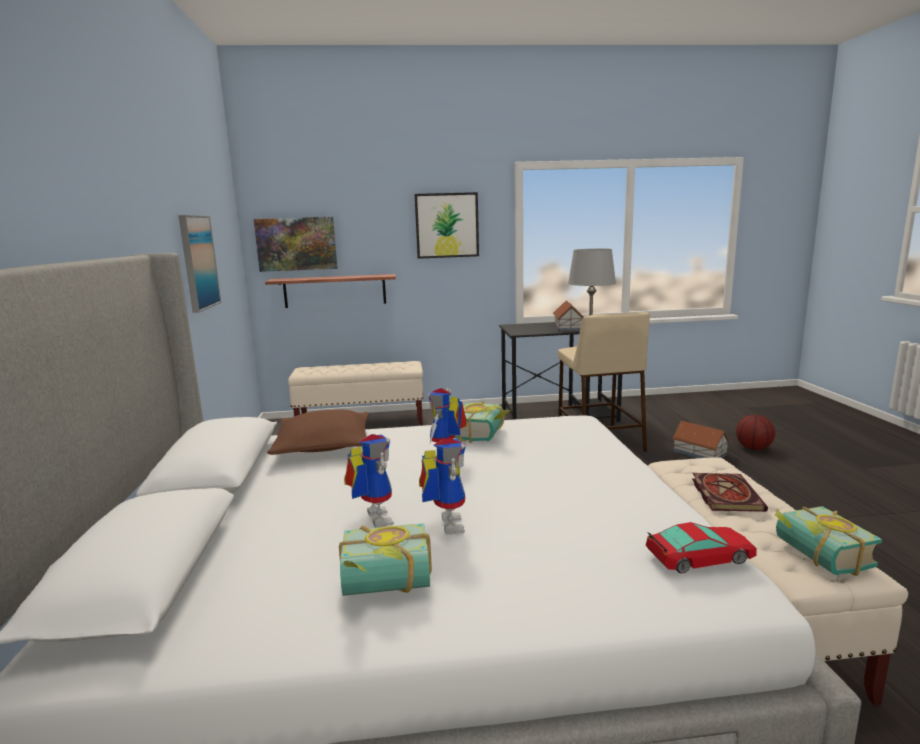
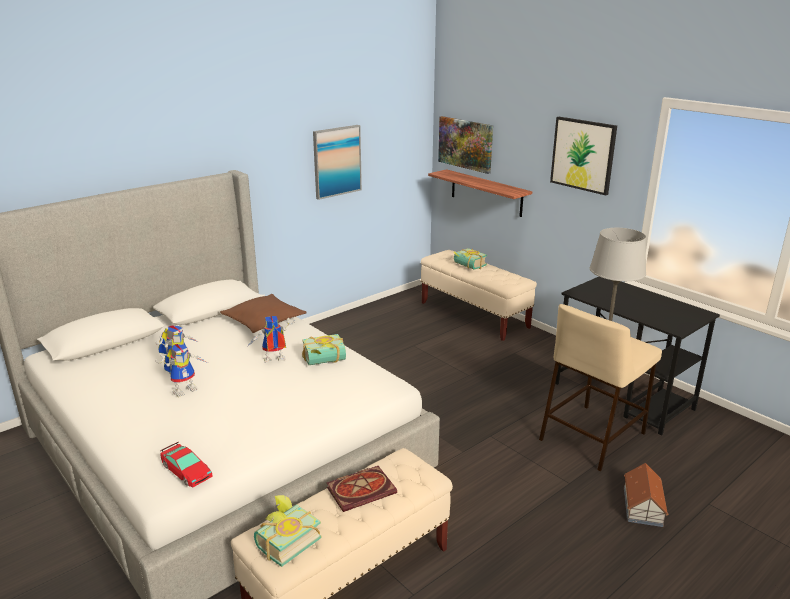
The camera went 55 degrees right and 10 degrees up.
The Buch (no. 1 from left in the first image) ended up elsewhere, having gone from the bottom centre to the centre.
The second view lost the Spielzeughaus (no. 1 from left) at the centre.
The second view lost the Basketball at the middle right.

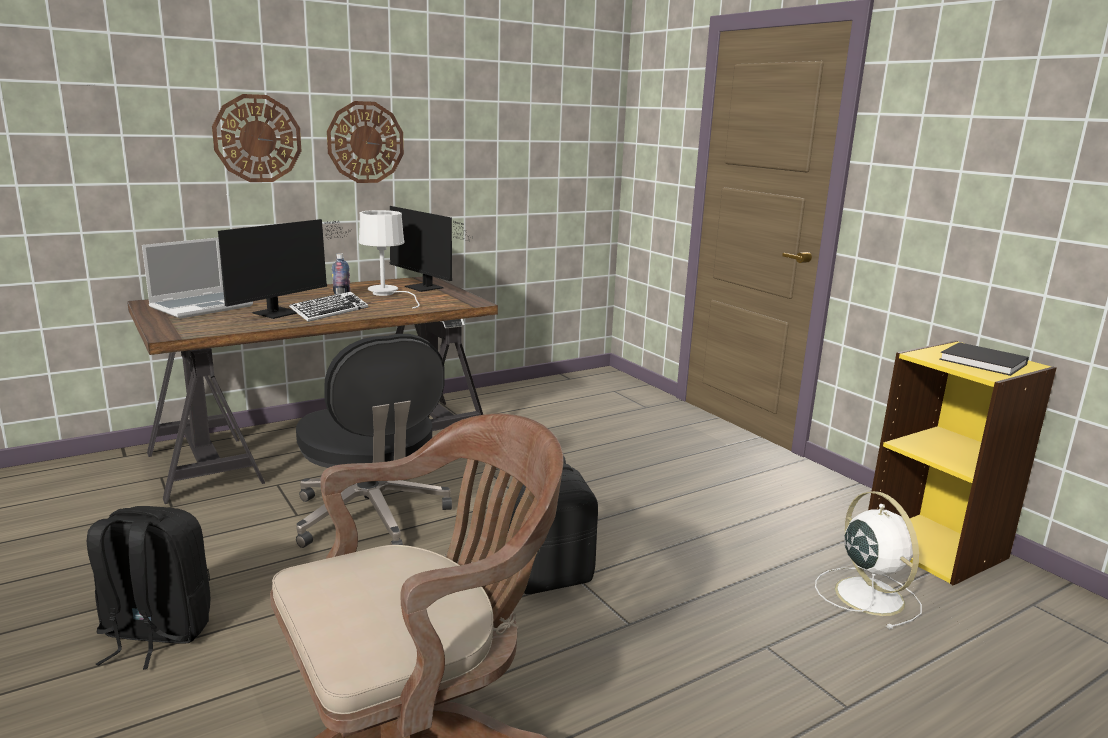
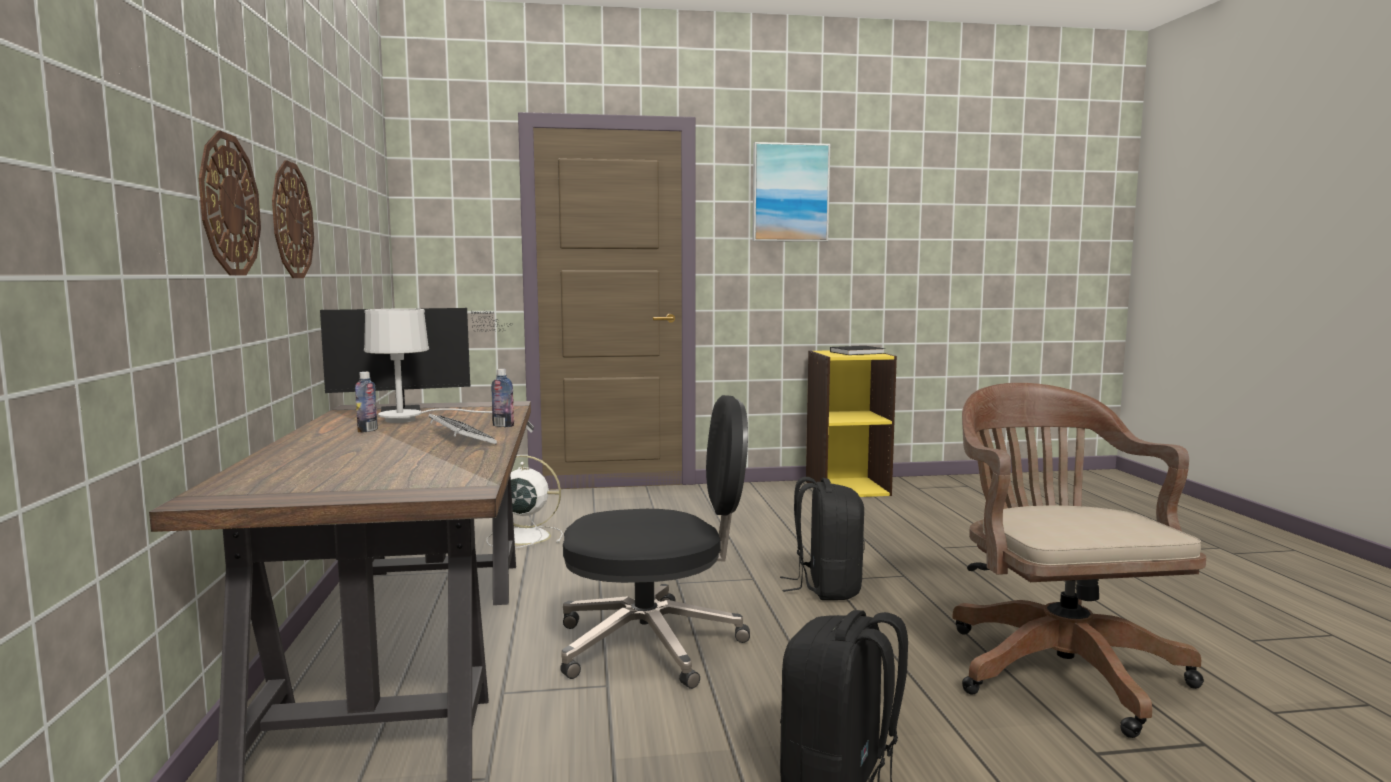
The camera went 65 degrees left and 10 degrees down.
The second view lost the Laptop at the middle left.
The second view lost the Monitor (no. 1 from left) at the middle left.
The Ventilator [weiß] ended up elsewhere, having gone from the bottom right to the centre.
The second view gained the Flasche (no. 2 from left) at the centre.
The second view gained the Bild at the top centre.

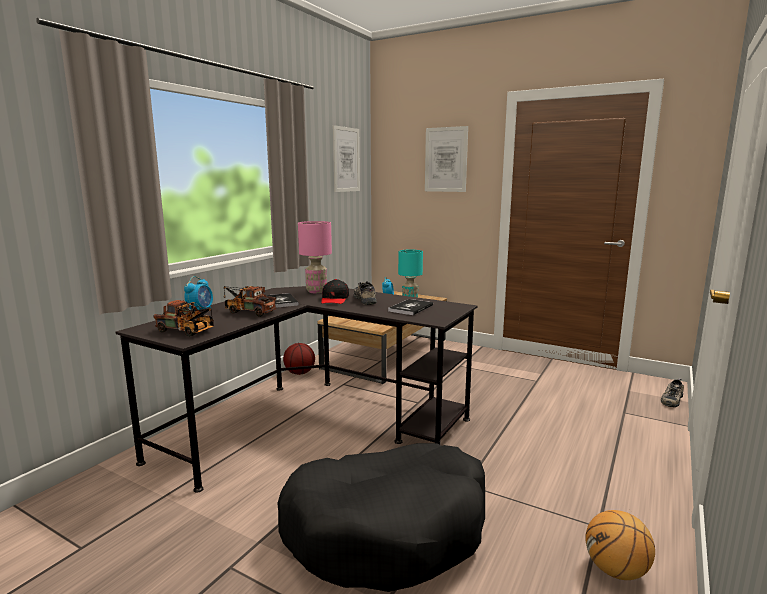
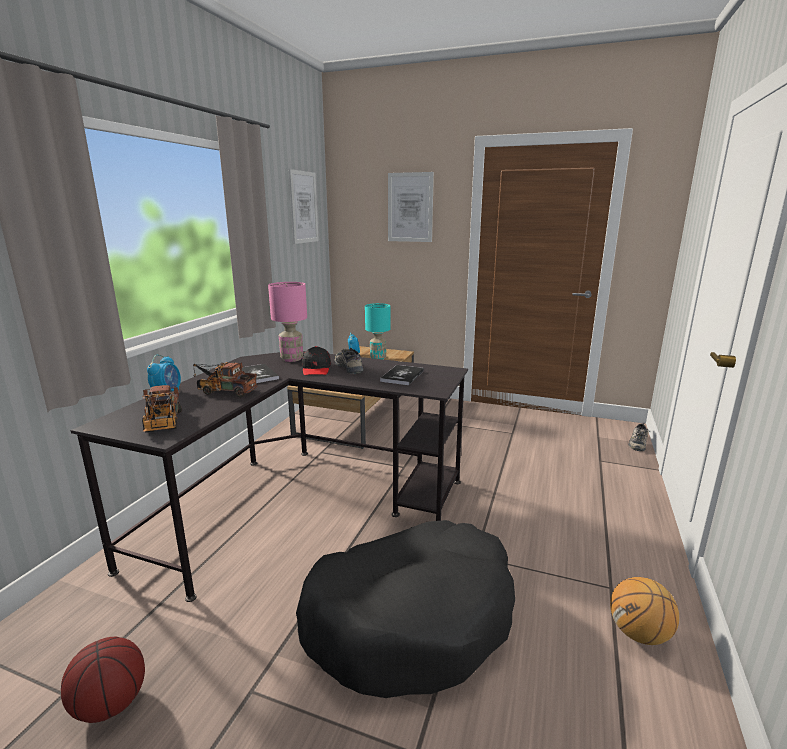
The camera went 10 degrees left and 5 degrees up.
The Spielzeuglaster (no. 1 from left) at the middle left ended up facing another way, 60 degrees clockwise from before.
The Basketball (no. 1 from left) ended up elsewhere, having gone from the centre to the bottom left.

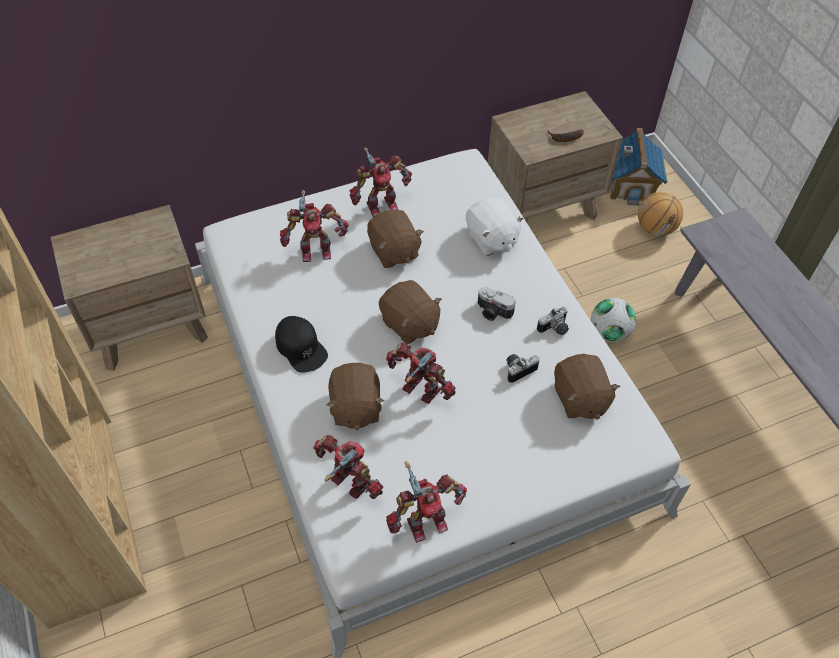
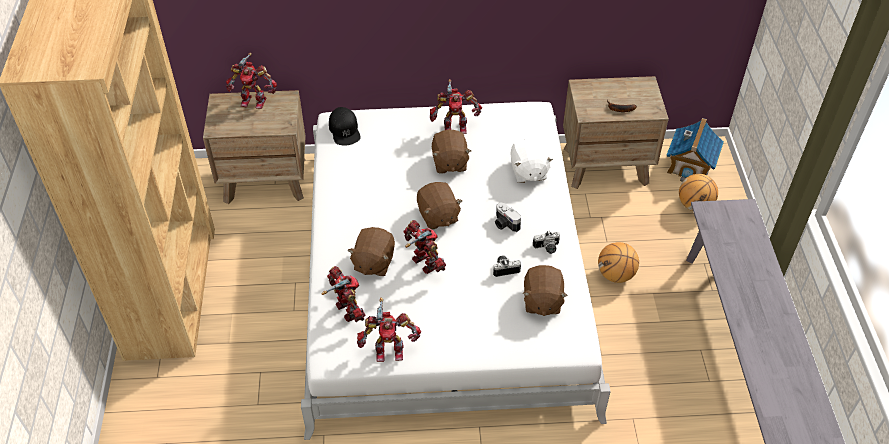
The camera went 20 degrees right and 5 degrees down.
The Kappe [schwarz] ended up elsewhere, having gone from the centre to the top centre.
The Spielzeugroboter (no. 1 from left) ended up elsewhere, having gone from the centre to the top left.
Where the Fußball stood at the middle right, the Basketball (no. 1 from left) came to stand at the middle right.

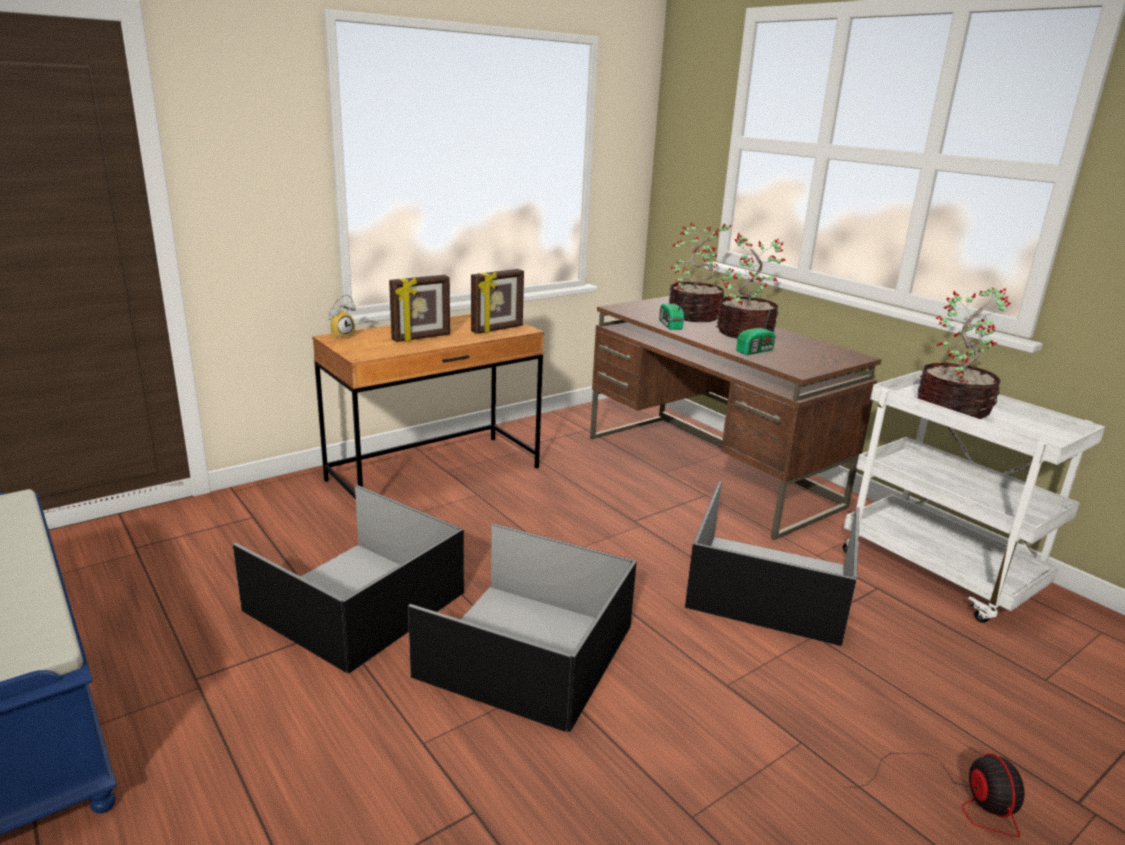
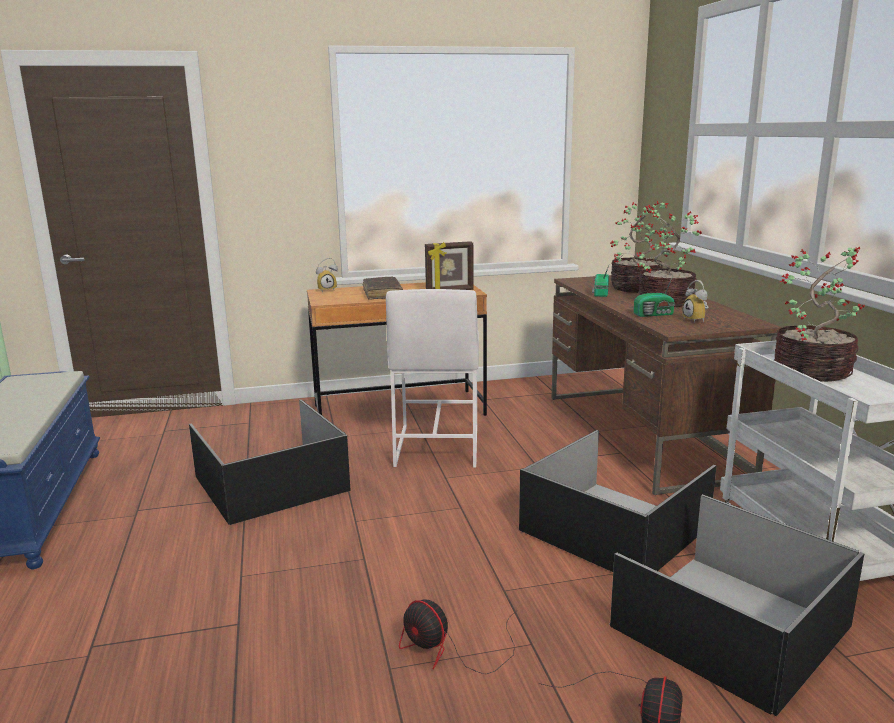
The camera went 25 degrees right and 5 degrees down.
Where the Bilderrahmen (no. 1 from left) stood at the centre, the Buch [braun] came to stand at the centre.
The Aufbewahrungsbox [schwarz] (no. 2 from left in the first image) ended up elsewhere, having gone from the bottom centre to the bottom right.
The second view gained the Hocker [weiß] at the centre.
The second view gained the Ventilator (no. 1 from left) at the bottom centre.
The second view gained the Wecker (no. 2 from left) at the middle right.

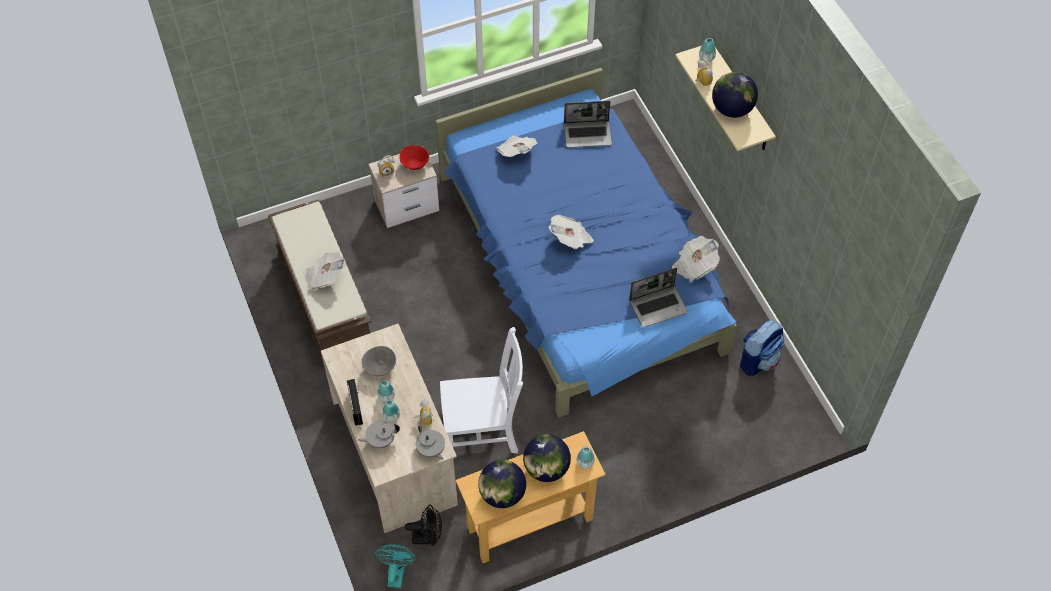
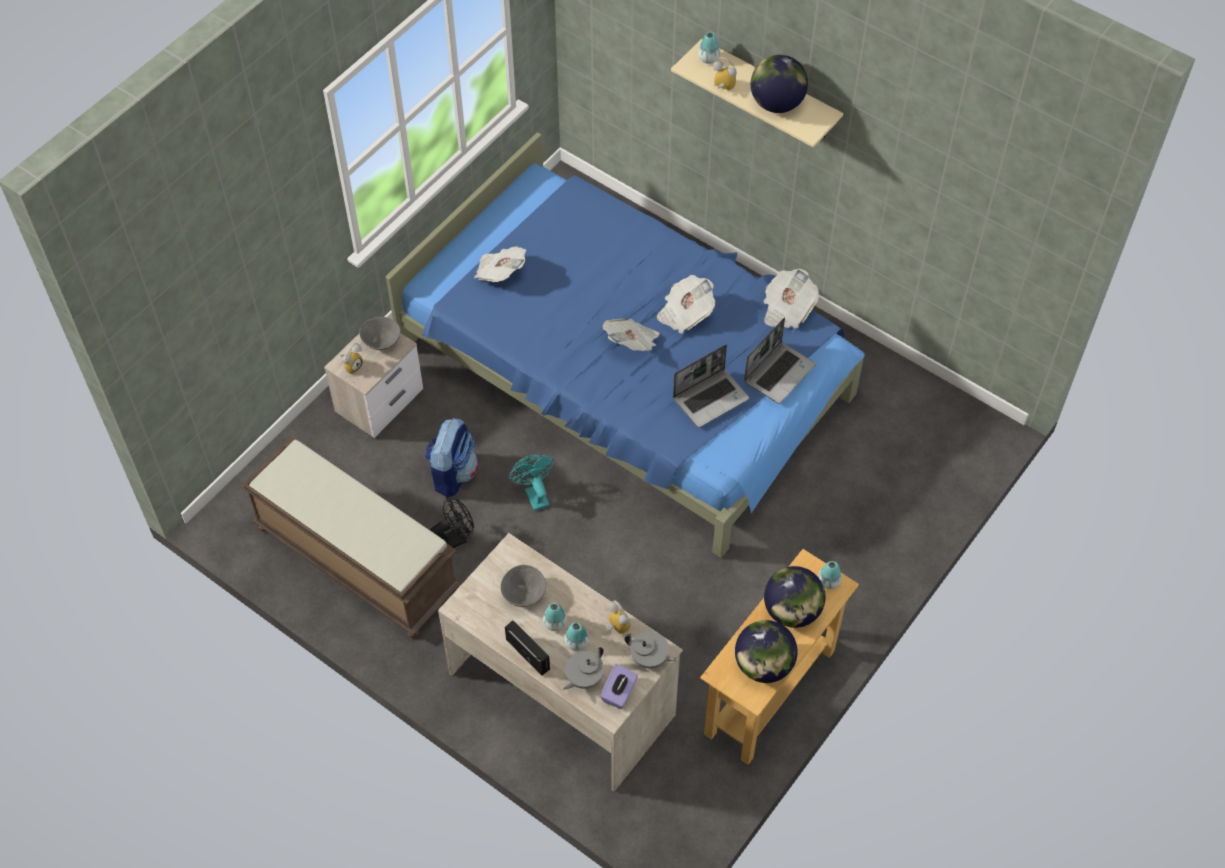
The camera went 30 degrees left and 0 degrees up.
The Zeitung (no. 1 from left in the first image) ended up elsewhere, having gone from the middle left to the centre.
The Ventilator [türkis] ended up elsewhere, having gone from the bottom centre to the centre.
What was the Schüssel [rot] at the top centre turned into the Schüssel [grau] (no. 1 from left) at the middle left.
The Ventilator [schwarz] ended up elsewhere, having gone from the bottom centre to the centre.
The second view lost the Stuhl [weiß] at the centre.
The Laptop (no. 1 from left) ended up elsewhere, having gone from the top centre to the centre.
The Rucksack ended up elsewhere, having gone from the middle right to the centre.
The second view gained the Taschentuchbox [lila] at the bottom centre.

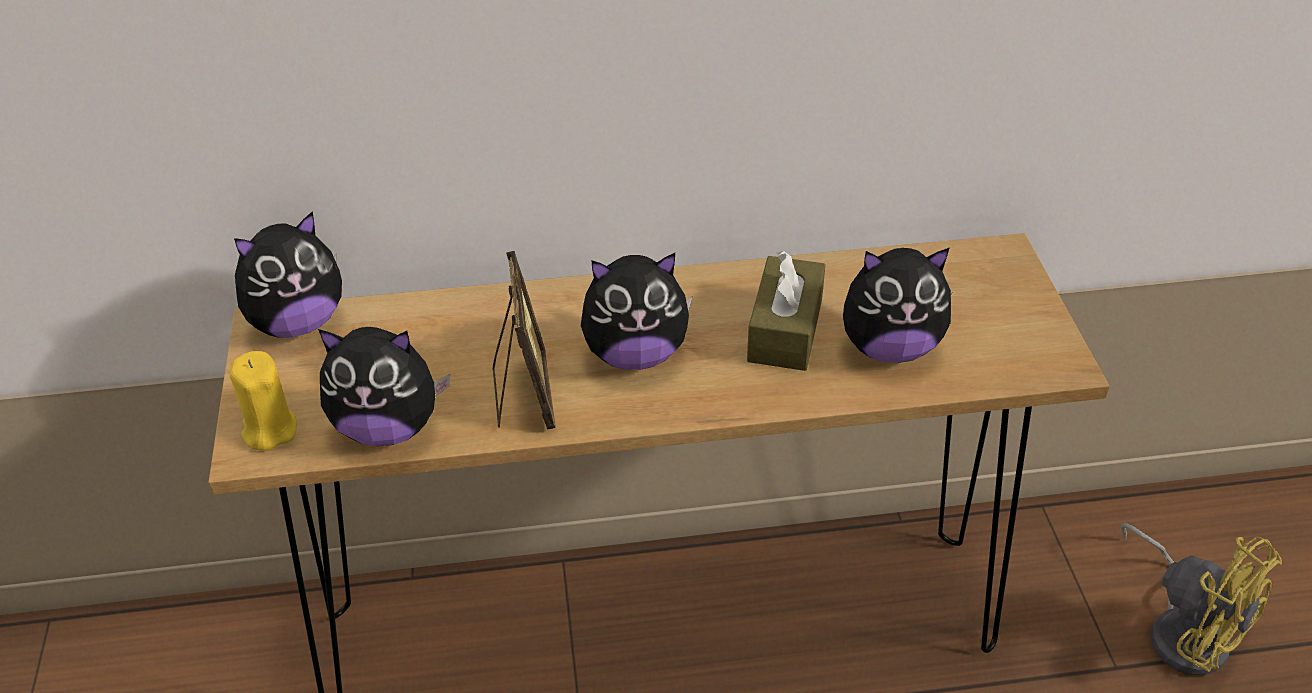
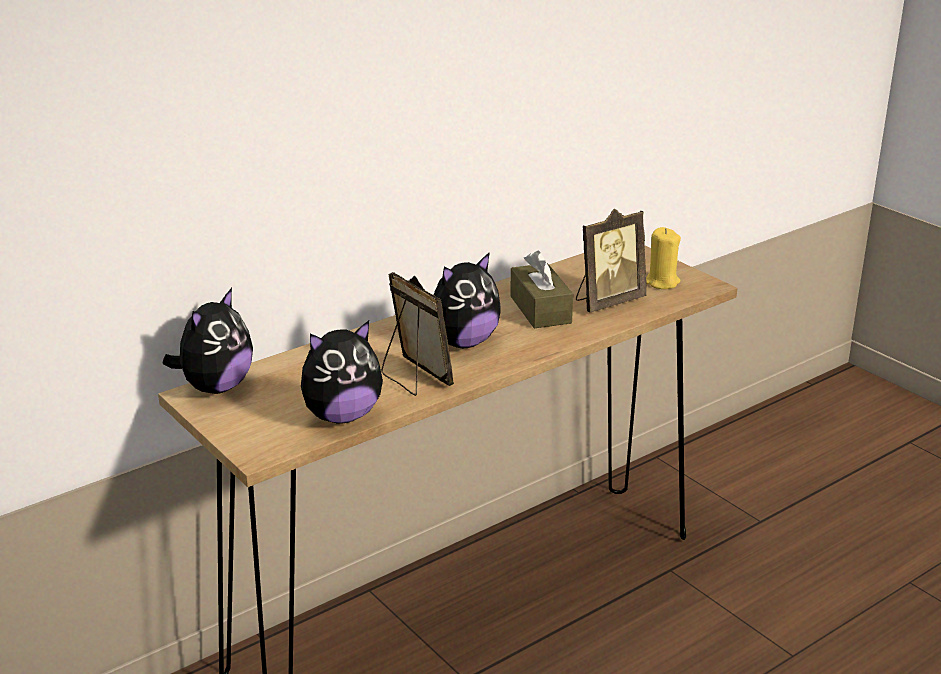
The camera went 30 degrees left and 15 degrees down.
The Kerze [gelb] ended up elsewhere, having gone from the middle left to the middle right.
Where the Plüschtier (no. 4 from left) stood at the middle right, the Bilderrahmen (no. 2 from left) came to stand at the centre.
The second view lost the Ventilator [gelb] at the bottom right.

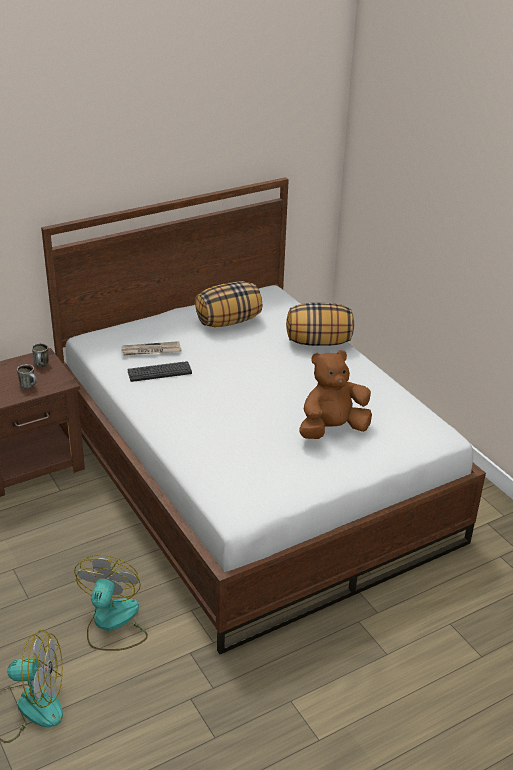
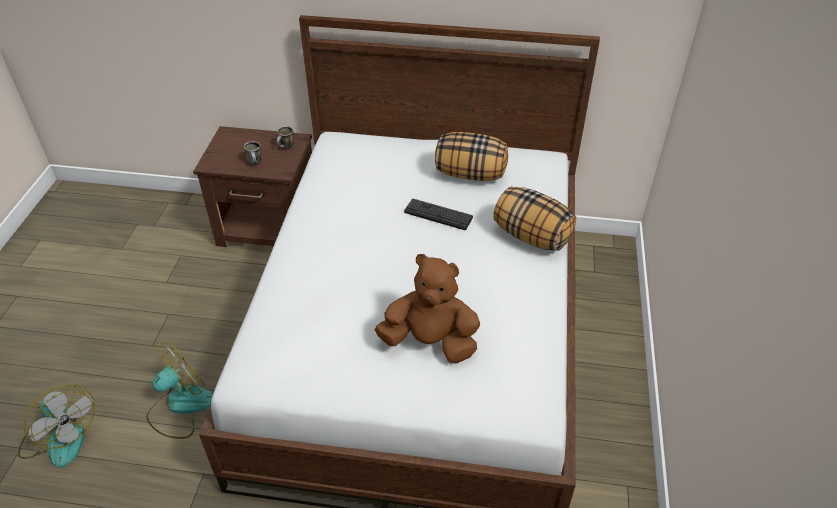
The camera went 40 degrees right and 10 degrees up.
The second view lost the Zeitung at the middle left.
The Tastatur ended up elsewhere, having gone from the middle left to the centre.

